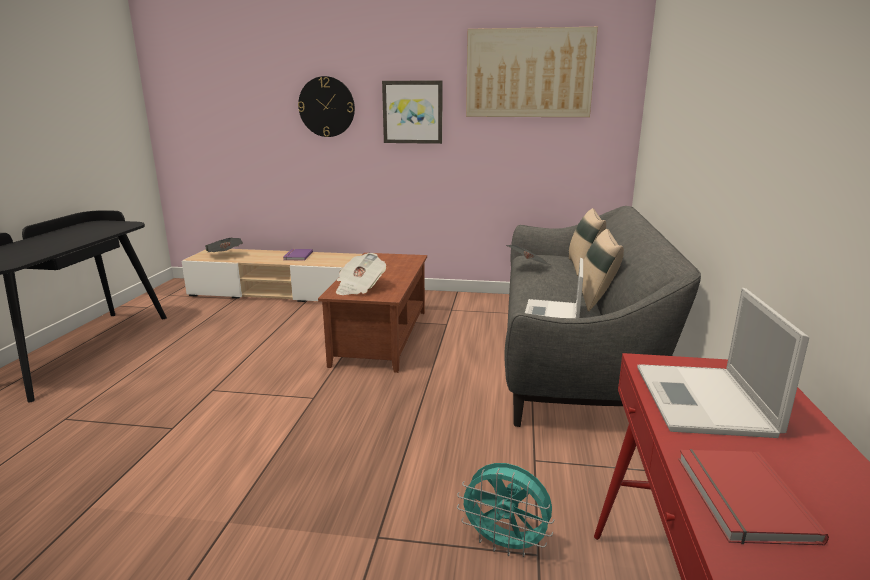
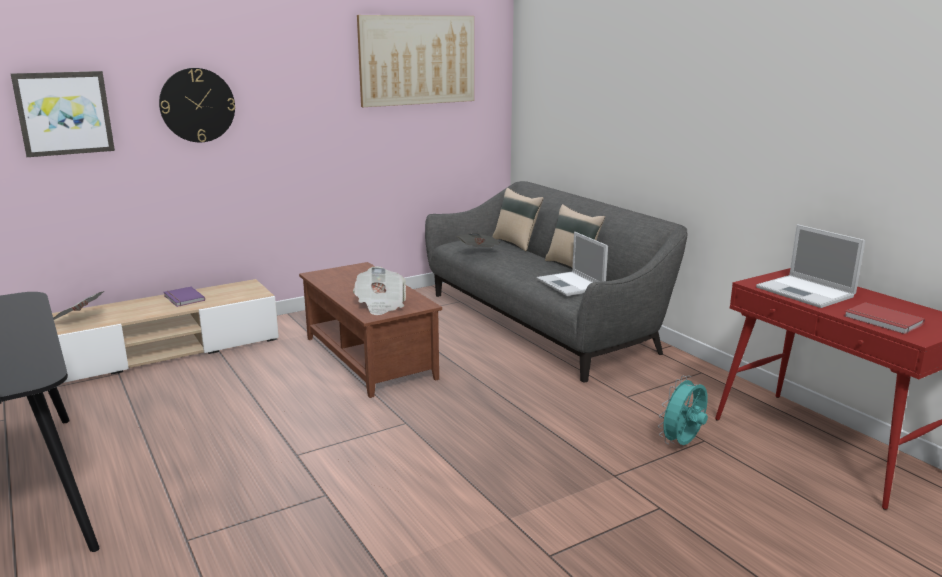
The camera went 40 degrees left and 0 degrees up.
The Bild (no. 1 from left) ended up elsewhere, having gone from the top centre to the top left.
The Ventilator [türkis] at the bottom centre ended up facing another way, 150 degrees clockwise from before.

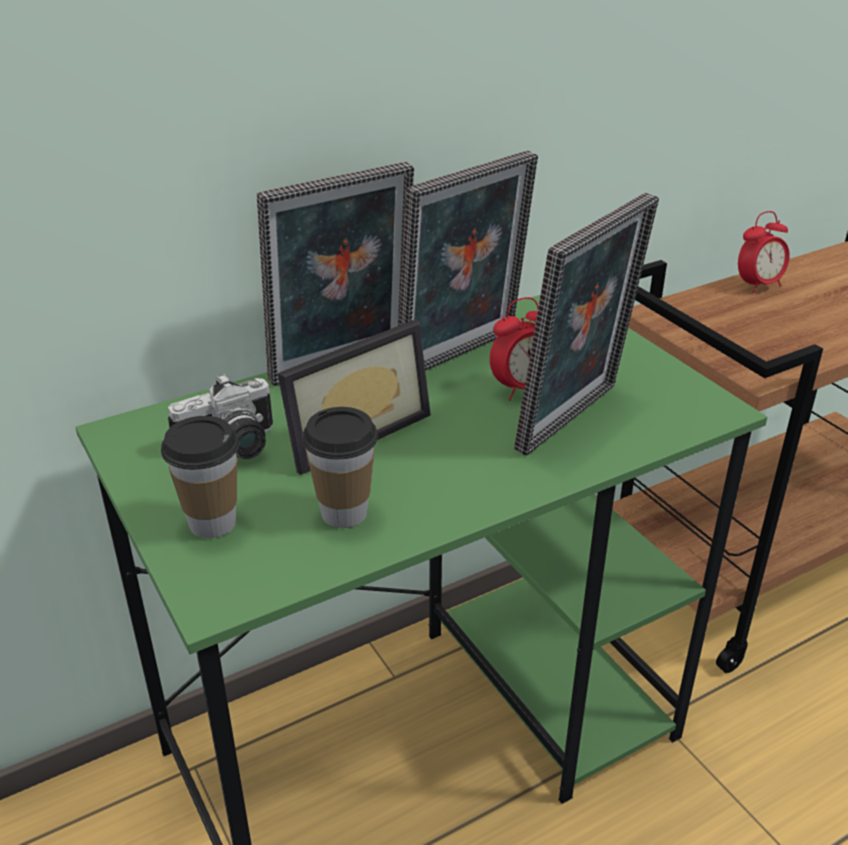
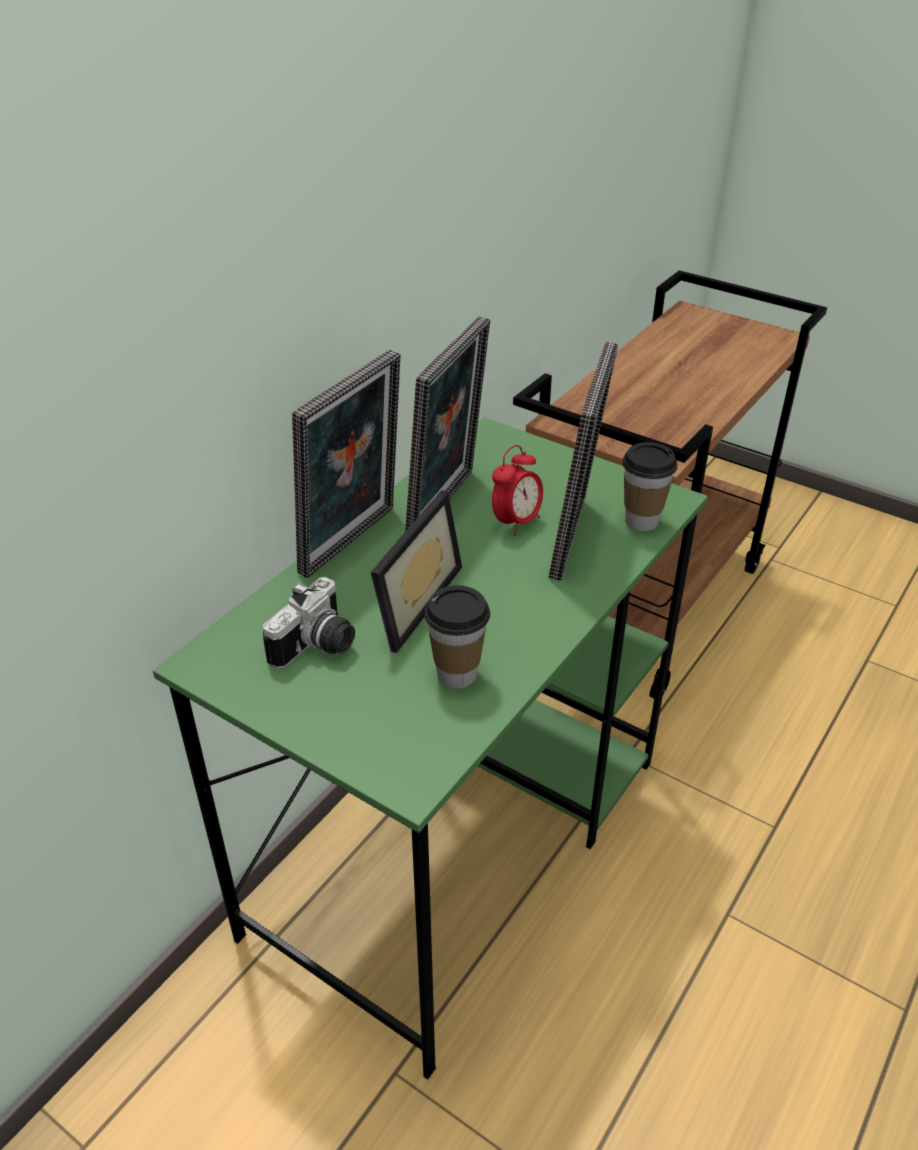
The camera went 25 degrees left and 5 degrees up.
The Tasse (no. 1 from left in the first image) ended up elsewhere, having gone from the middle left to the middle right.
The second view lost the Wecker (no. 2 from left) at the top right.

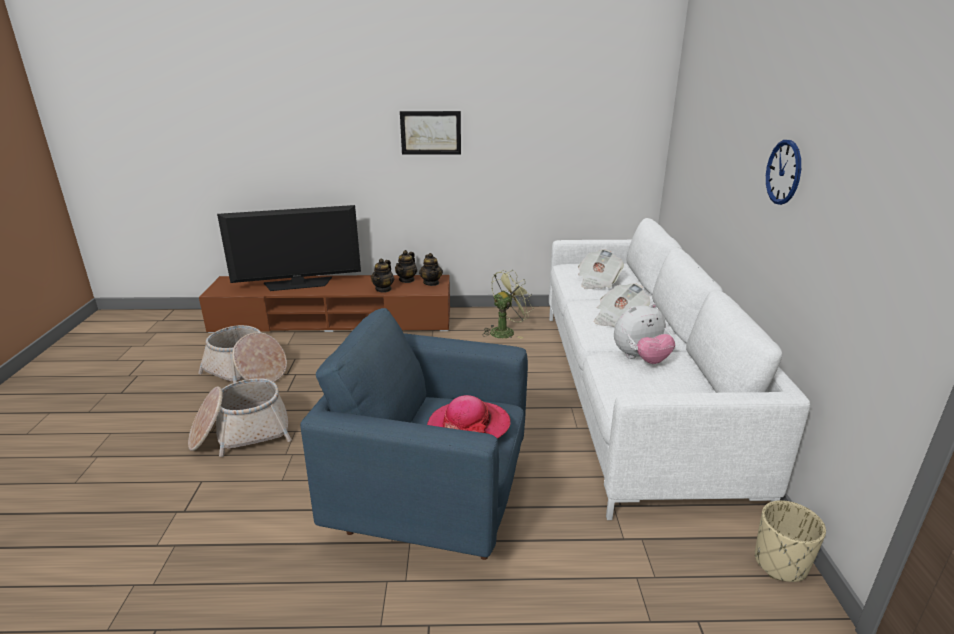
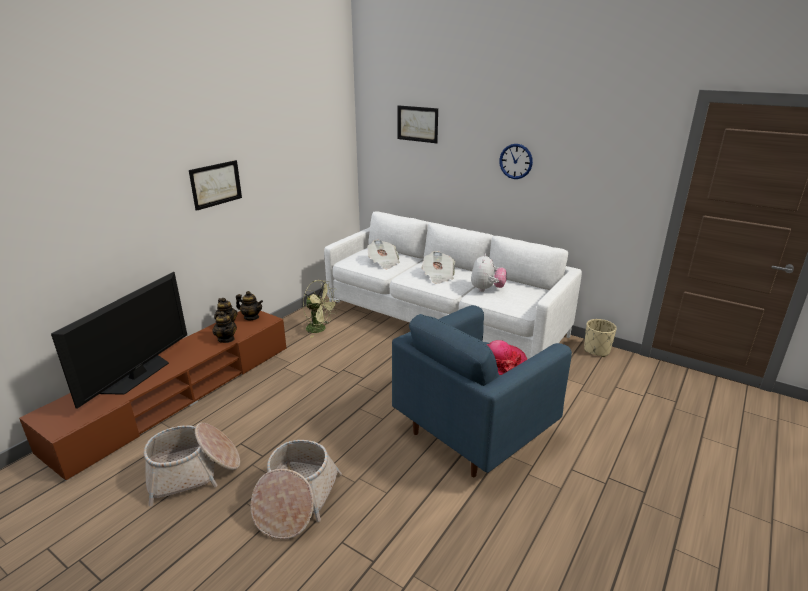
The camera went 55 degrees left and 0 degrees up.
The Ventilator [grün] at the centre ended up facing another way, 120 degrees clockwise from before.
The second view gained the Bild (no. 2 from left) at the top centre.

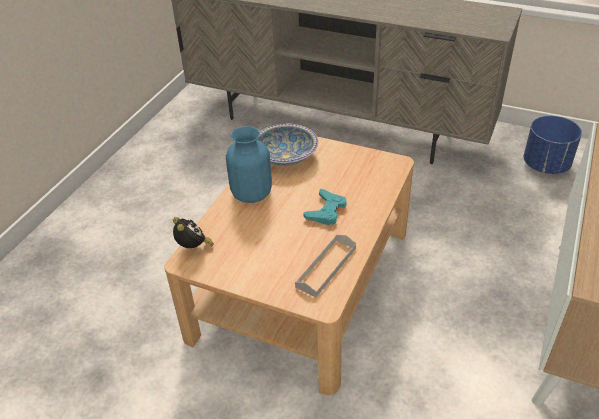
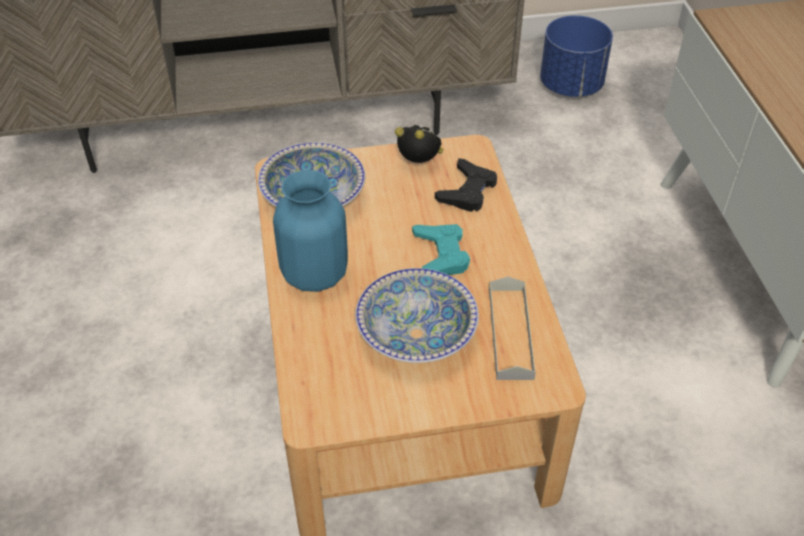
The camera went 35 degrees left and 5 degrees up.
The Wecker ended up elsewhere, having gone from the middle left to the top centre.
The second view gained the Schüssel (no. 2 from left) at the centre.
The second view gained the Gamepad [schwarz] at the centre.

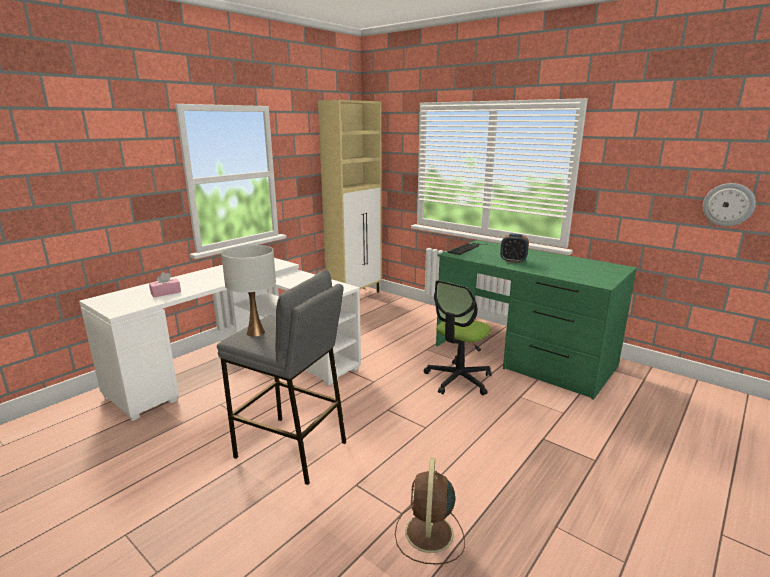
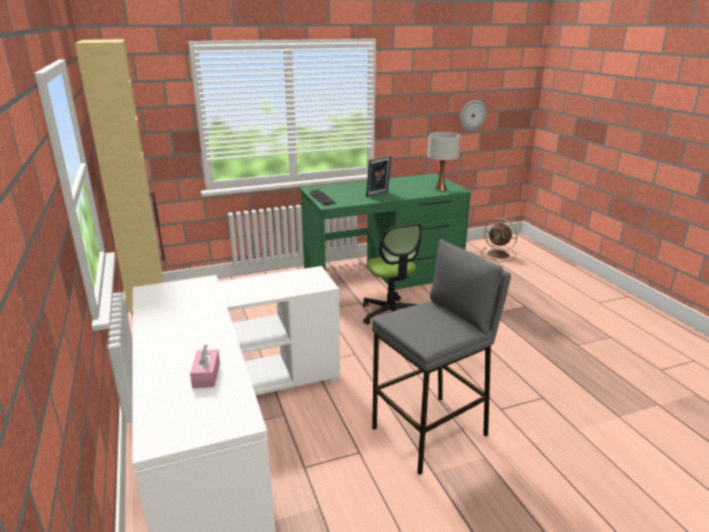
The camera went 60 degrees left and 5 degrees up.
The Tischlampe [weiß] ended up elsewhere, having gone from the middle left to the top centre.
The Ventilator [braun] ended up elsewhere, having gone from the bottom centre to the middle right.
Where the Wecker stood at the middle right, the Bilderrahmen came to stand at the top centre.

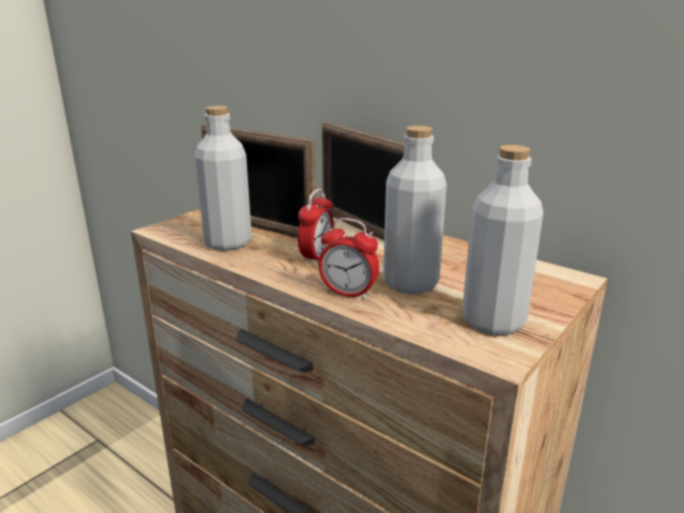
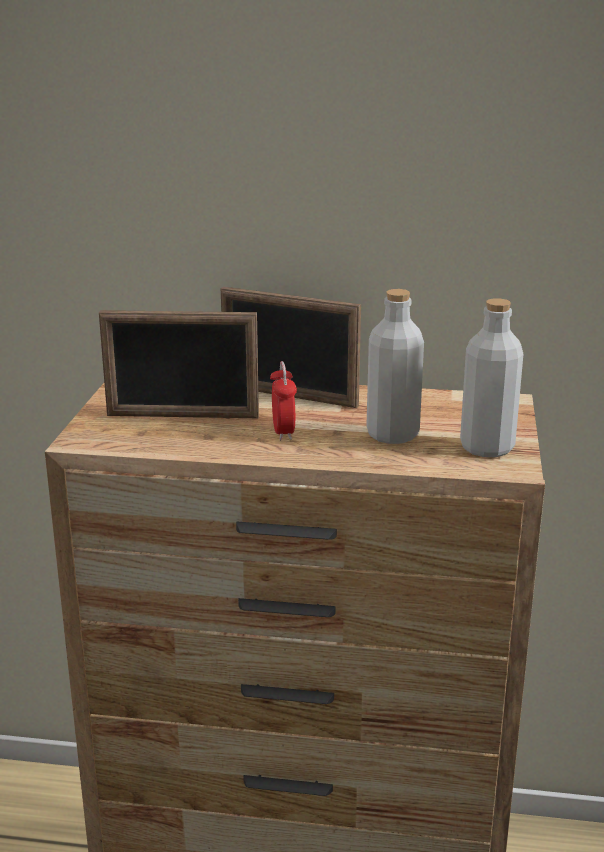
The camera went 30 degrees left and 0 degrees up.
The second view lost the Flasche [grau] (no. 1 from left) at the middle left.
The second view lost the Wecker (no. 2 from left) at the centre.

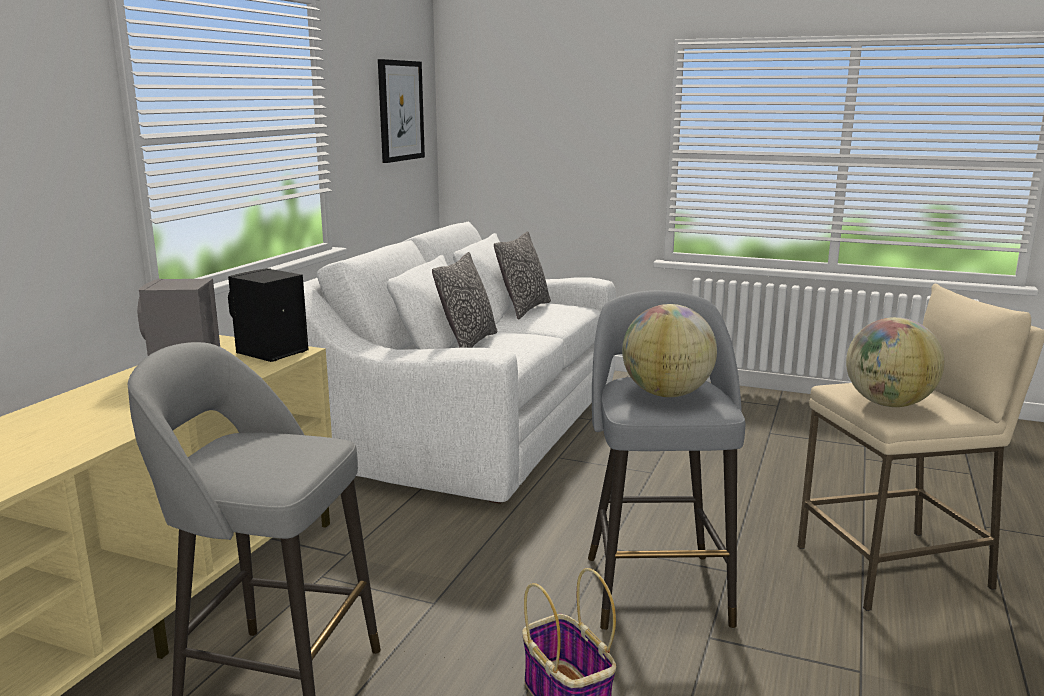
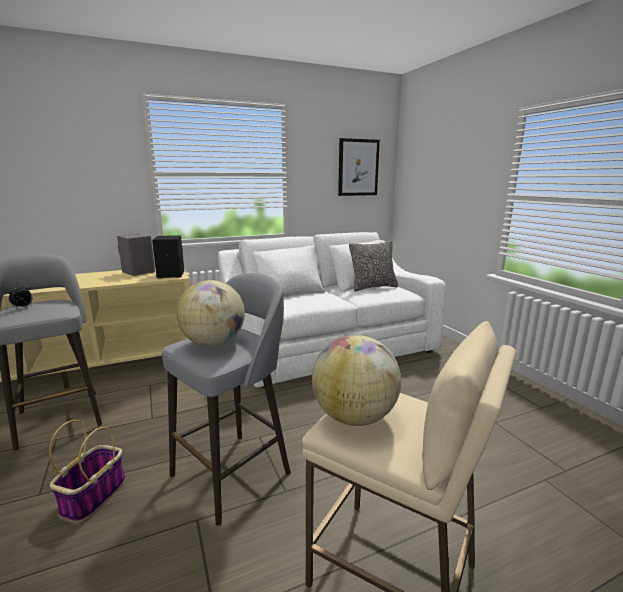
The camera went 45 degrees right and 0 degrees up.
The second view lost the Kissen (no. 1 from left) at the centre.
The second view gained the Wecker at the middle left.

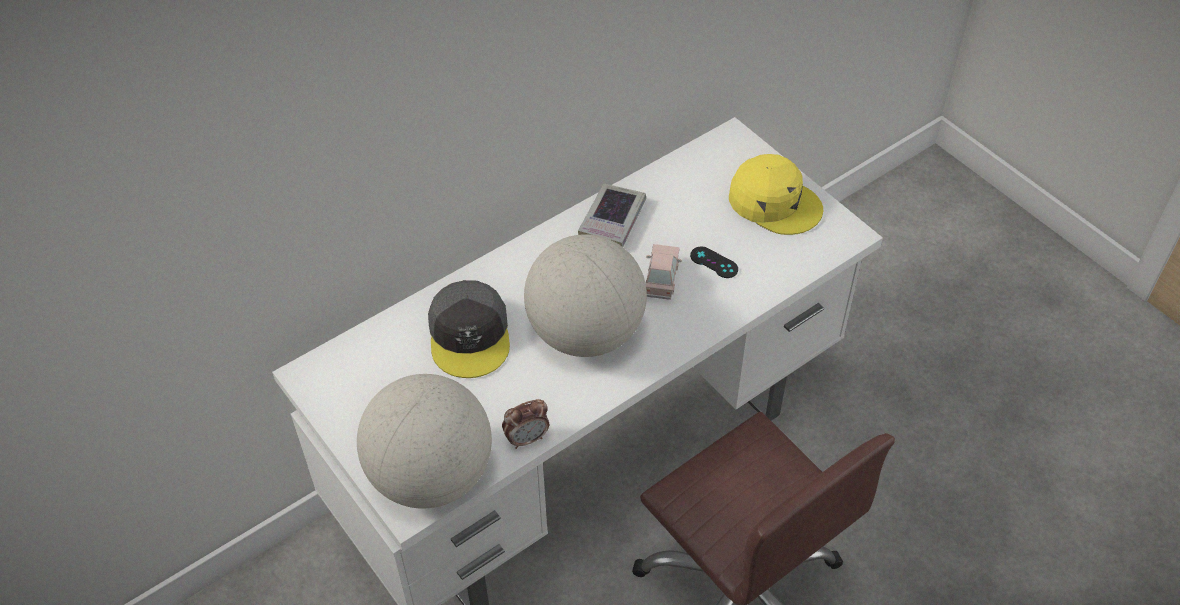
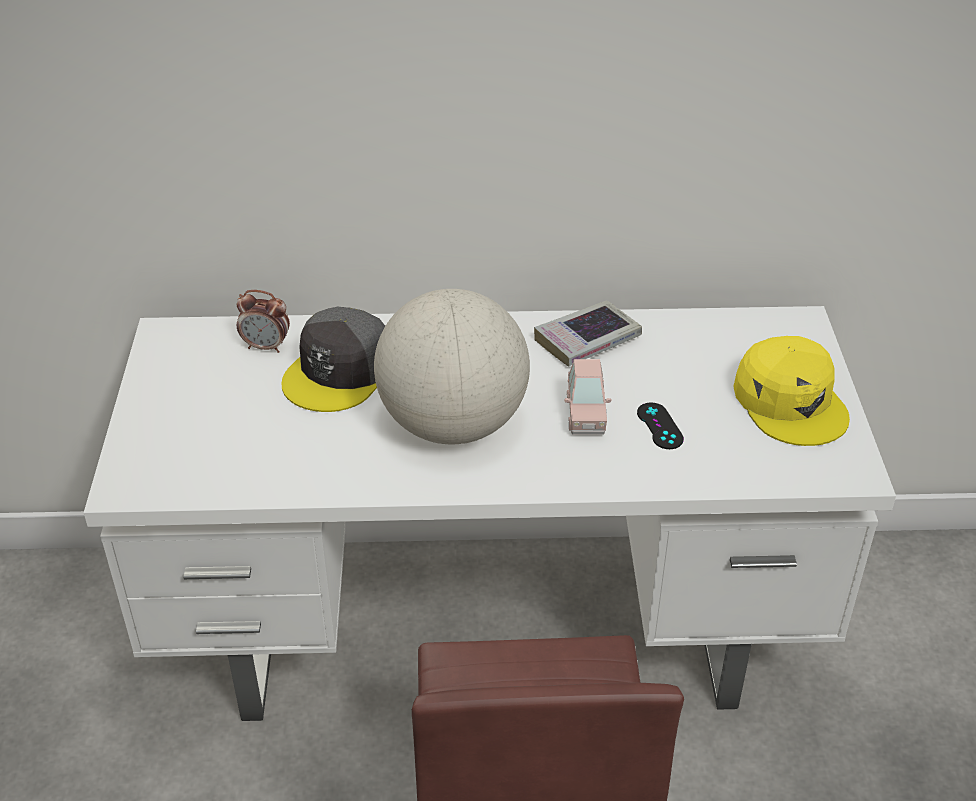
The camera went 35 degrees right and 10 degrees down.
The second view lost the Globus (no. 1 from left) at the bottom centre.
The Wecker ended up elsewhere, having gone from the bottom centre to the middle left.
The Spielzeugauto [rosa] at the centre ended up facing another way, 135 degrees clockwise from before.

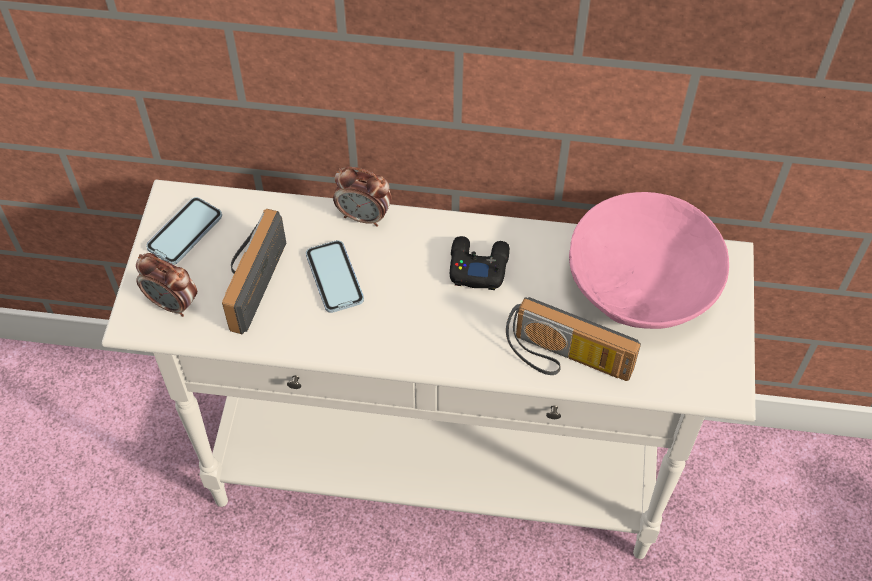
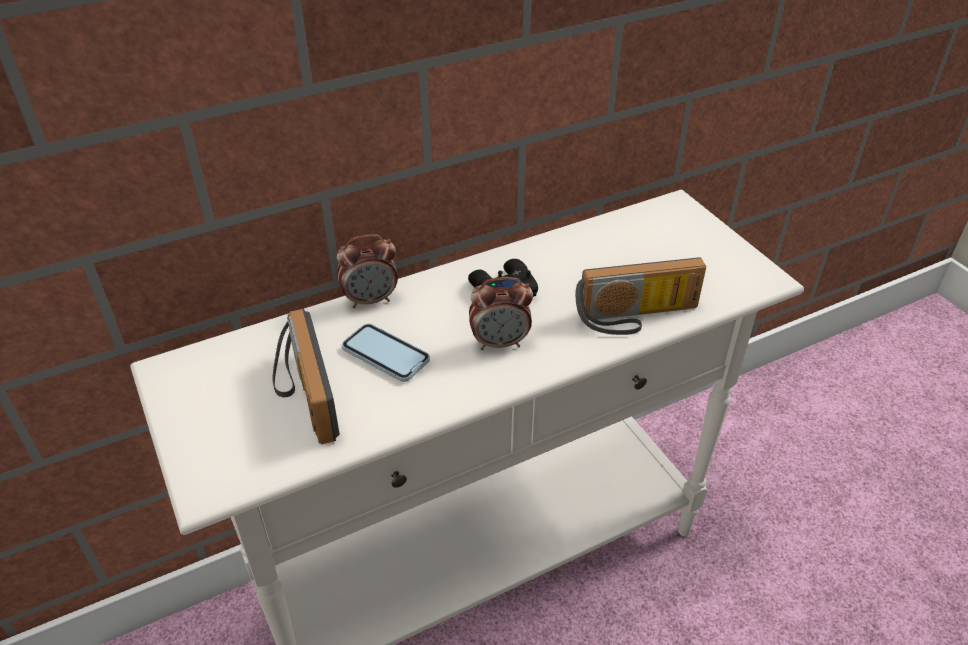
The camera went 35 degrees left and 15 degrees down.
The Wecker (no. 1 from left in the first image) ended up elsewhere, having gone from the middle left to the centre.
The second view lost the Handy (no. 1 from left) at the middle left.
The second view lost the Schüssel [rosa] at the middle right.

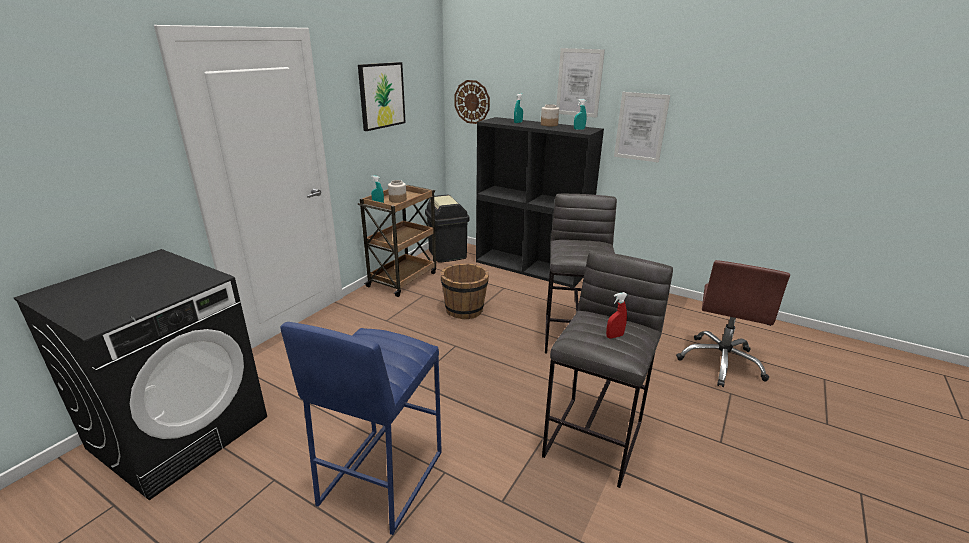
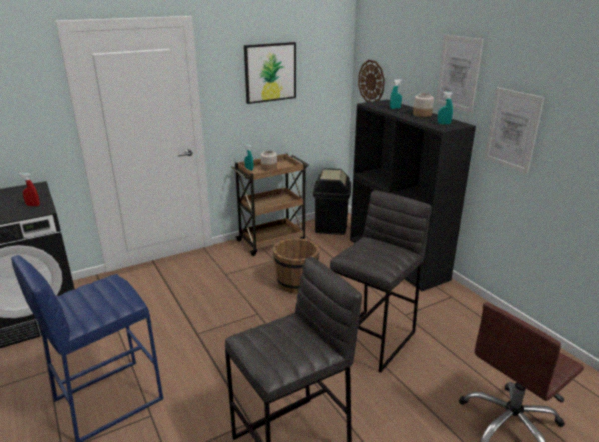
The camera went 30 degrees right and 0 degrees up.
The Sprühflasche [rot] ended up elsewhere, having gone from the centre to the middle left.

